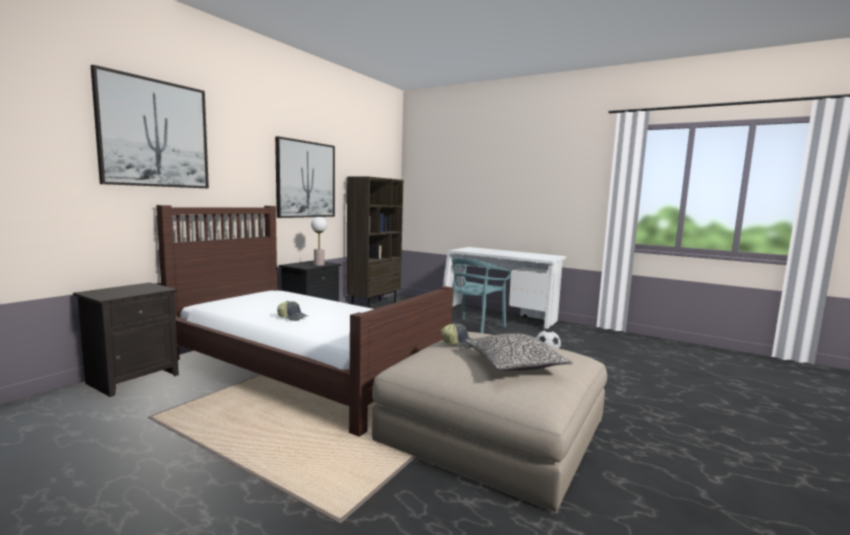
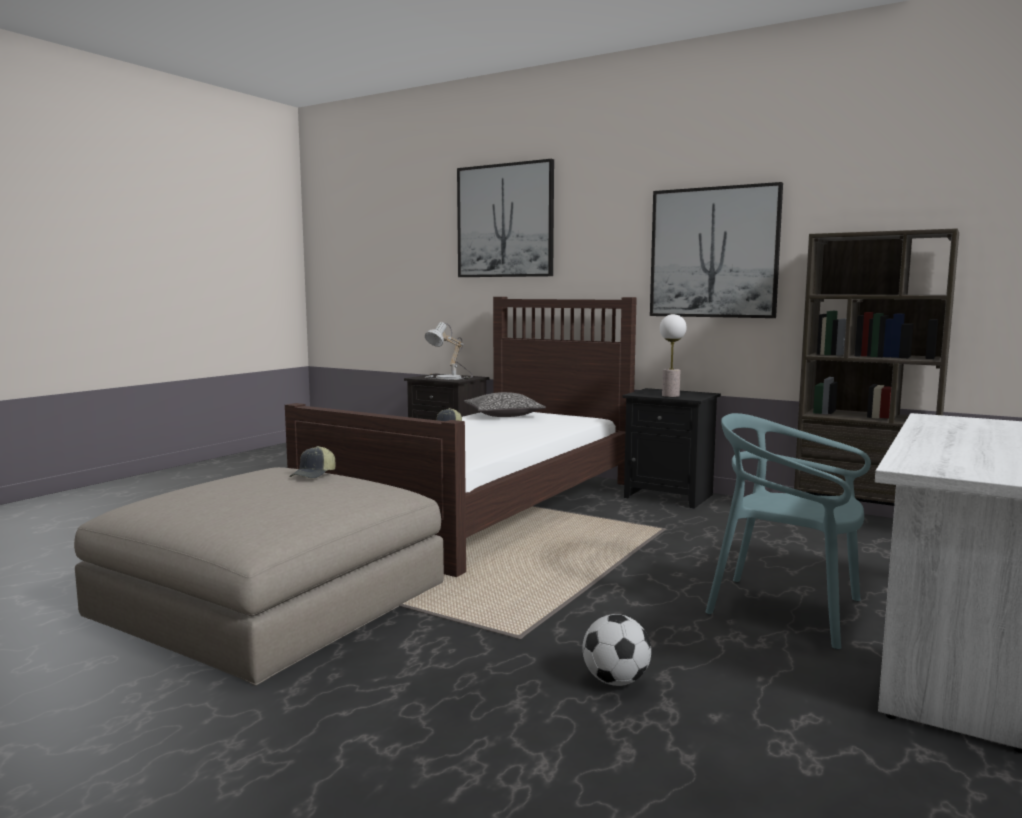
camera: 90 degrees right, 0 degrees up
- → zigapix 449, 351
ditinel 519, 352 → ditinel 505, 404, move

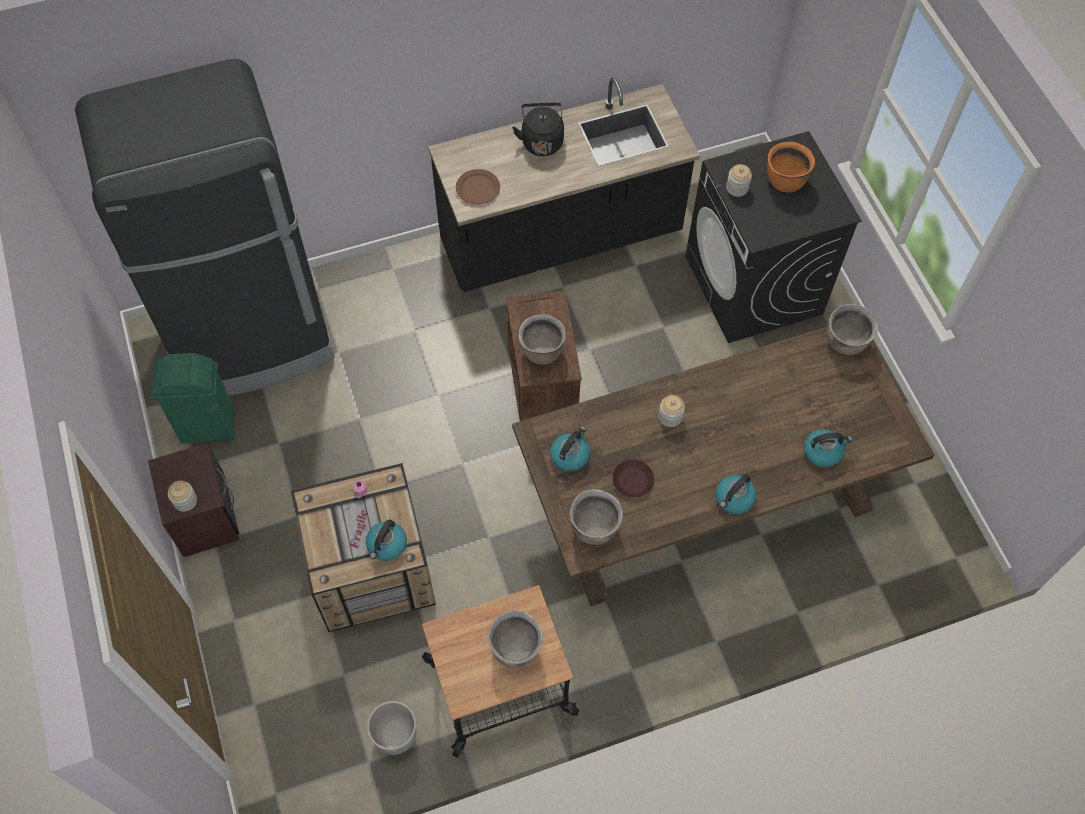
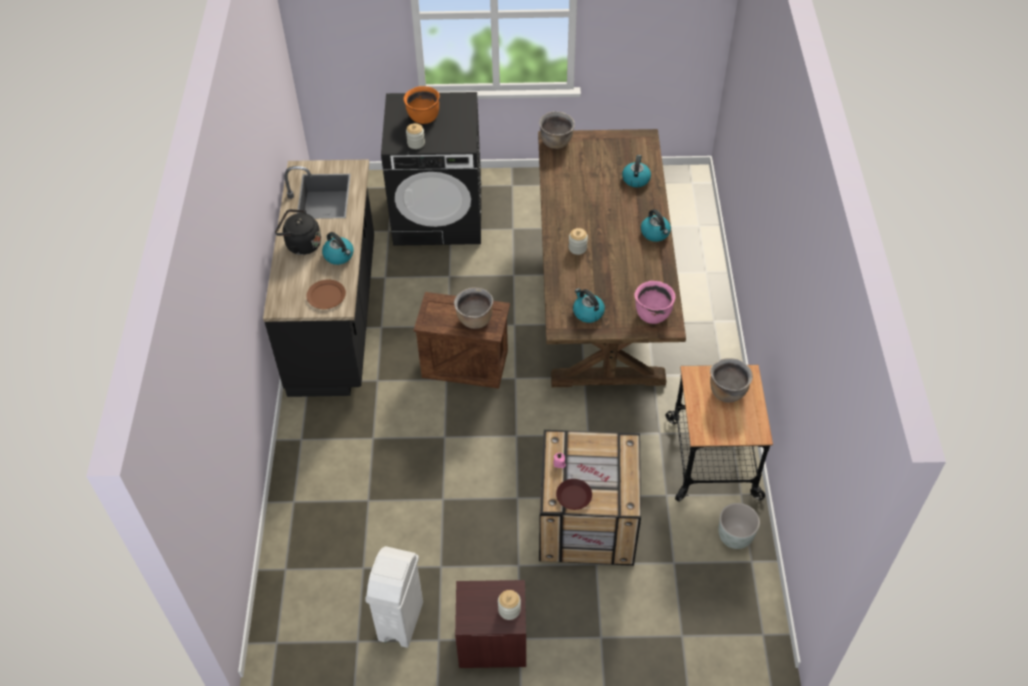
camera: 70 degrees left, 10 degrees down
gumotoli 386, 540 → gumotoli 338, 248, move
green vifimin 194, 398 → white vifimin 394, 597
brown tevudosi 633, 478 → brown tevudosi 574, 494, move
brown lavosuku 596, 517 → pink lavosuku 654, 302
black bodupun 205, 227 → -

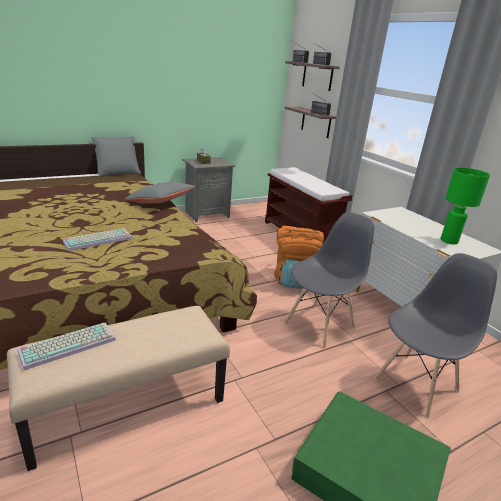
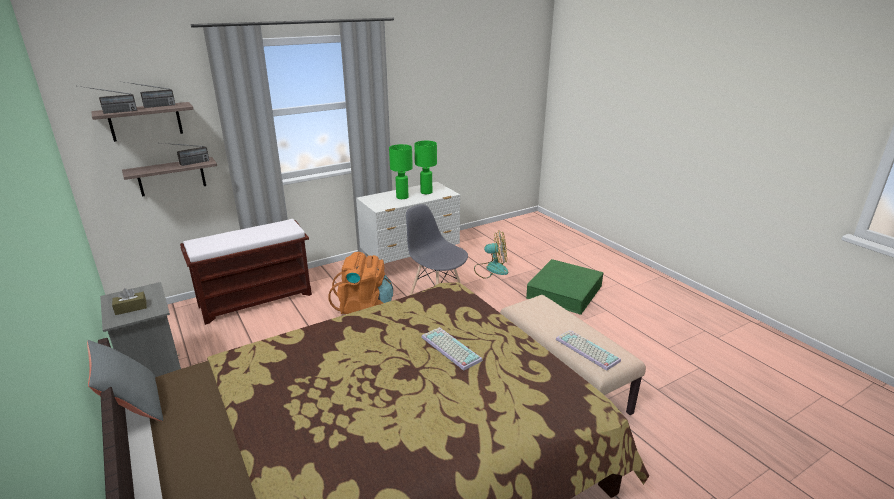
camera: 90 degrees left, 0 degrees up
- → green zigapix 401, 171
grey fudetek 435, 335 → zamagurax 491, 254
grey ditinel 160, 193 → -

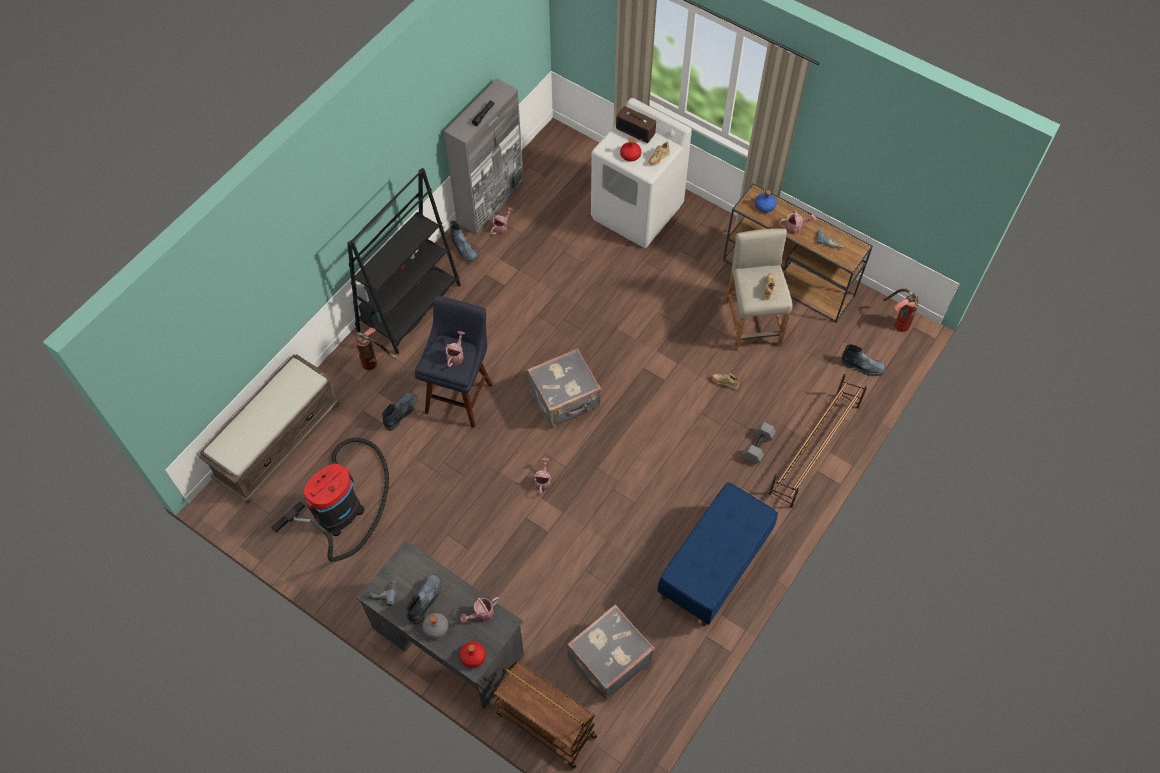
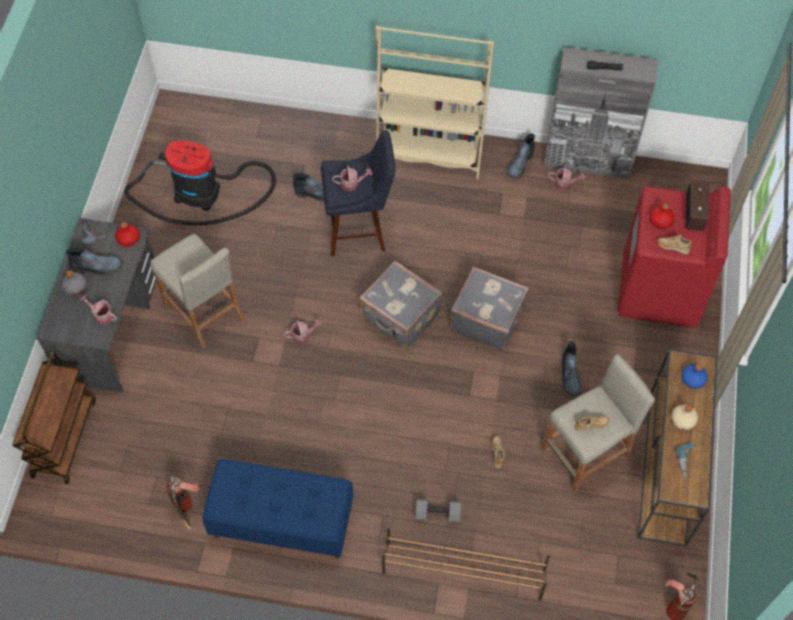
camera: 65 degrees right, 0 degrees up
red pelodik 473, 654 → red pelodik 127, 234, move
- → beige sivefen 197, 291
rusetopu 375, 349 → rusetopu 182, 502, move
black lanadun 404, 261 → beige lanadun 434, 102
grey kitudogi 610, 652 → grey kitudogi 489, 308, move
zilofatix 863, 360 → zilofatix 571, 368, move
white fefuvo 641, 173 → red fefuvo 674, 257
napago 797, 222 → beige pelodik 684, 417
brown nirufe 269, 428 → -

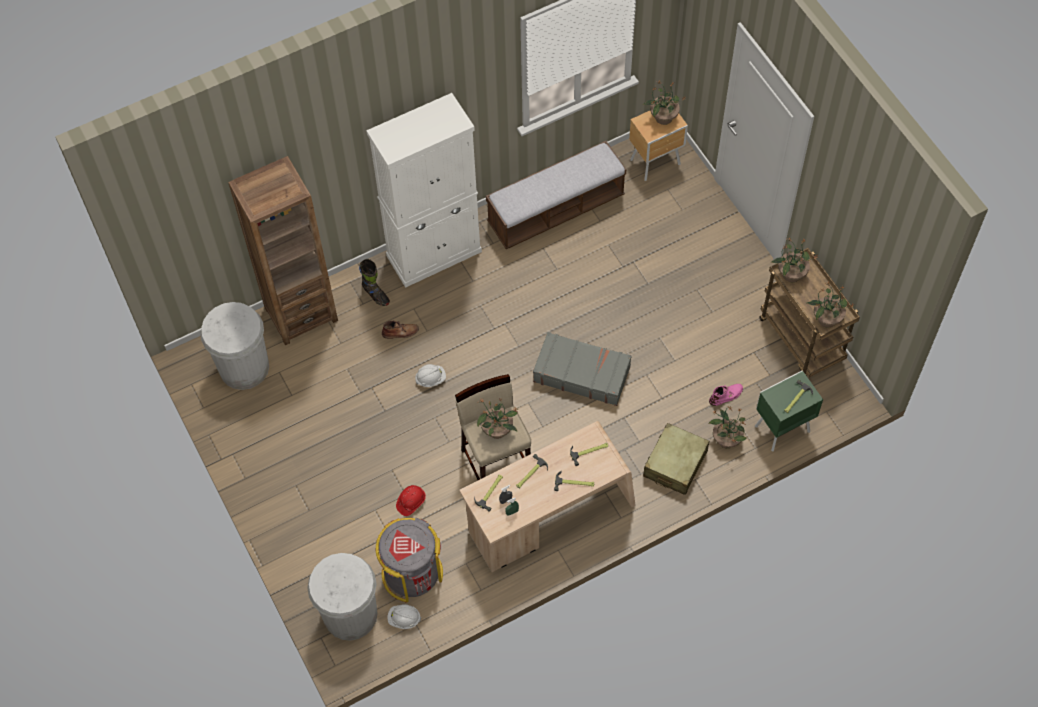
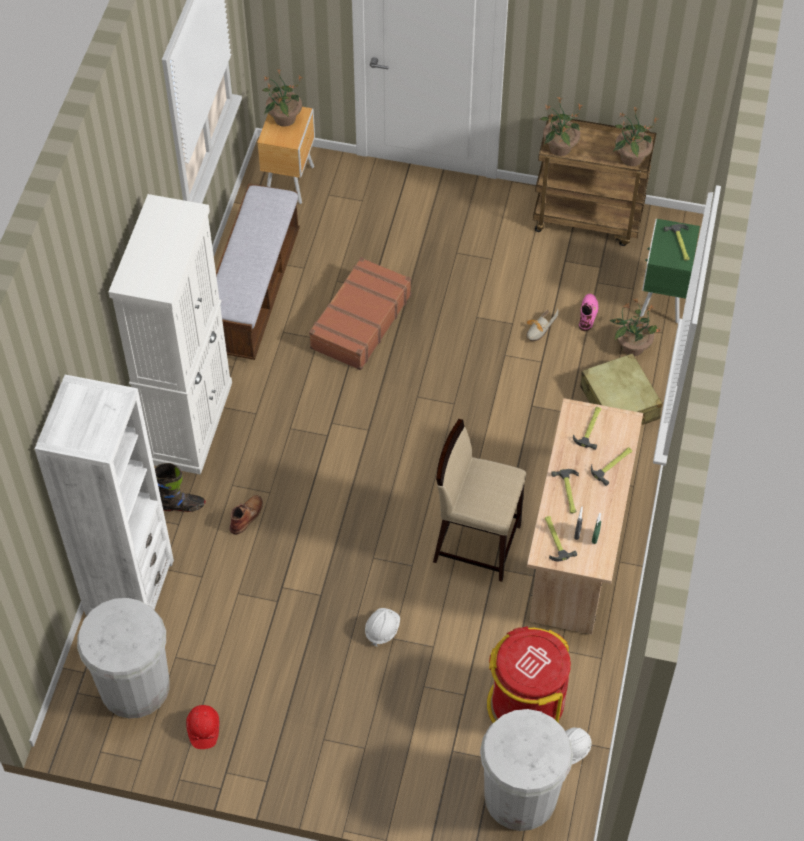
camera: 50 degrees left, 5 degrees down
brown lanadun 283, 250 → white lanadun 104, 495
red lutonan 411, 500 → red lutonan 202, 727, move
- → brown kitudogi 360, 313
white lutonan 430, 375 → white lutonan 382, 627, move
grey vifimin 409, 560 → red vifimin 529, 674
- → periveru 542, 325
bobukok 498, 418 → -
grey kitudogi 582, 369 → -

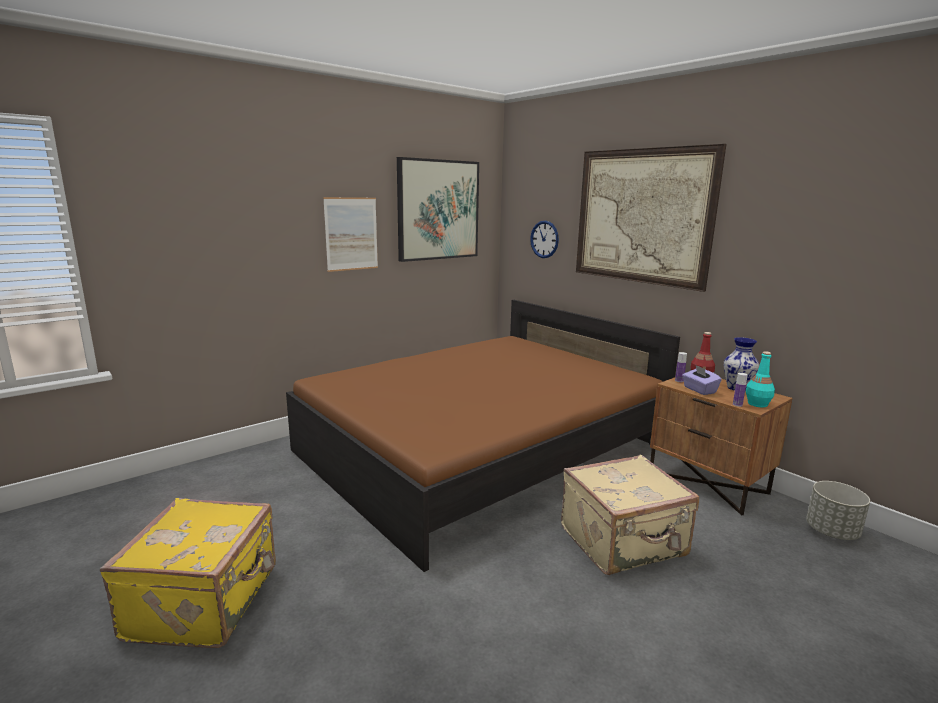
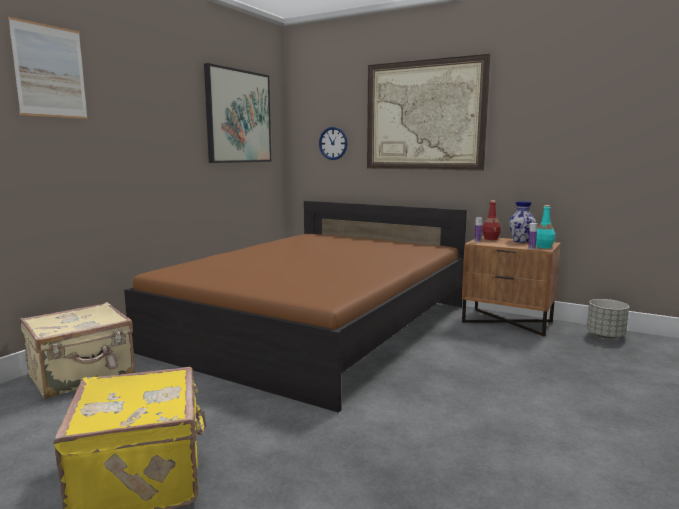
camera: 20 degrees left, 5 degrees down
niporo 350, 234 → niporo 48, 68, move
beige kitudogi 630, 514 → beige kitudogi 77, 350, move
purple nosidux 702, 380 → -

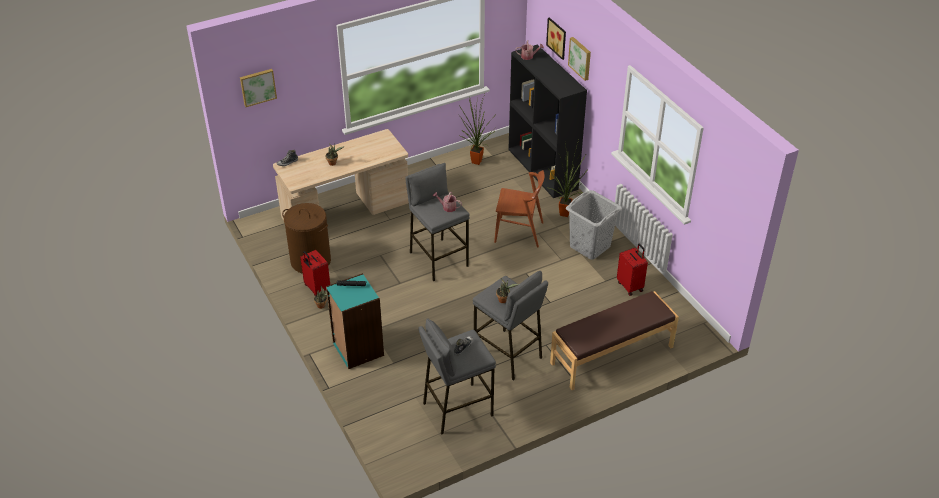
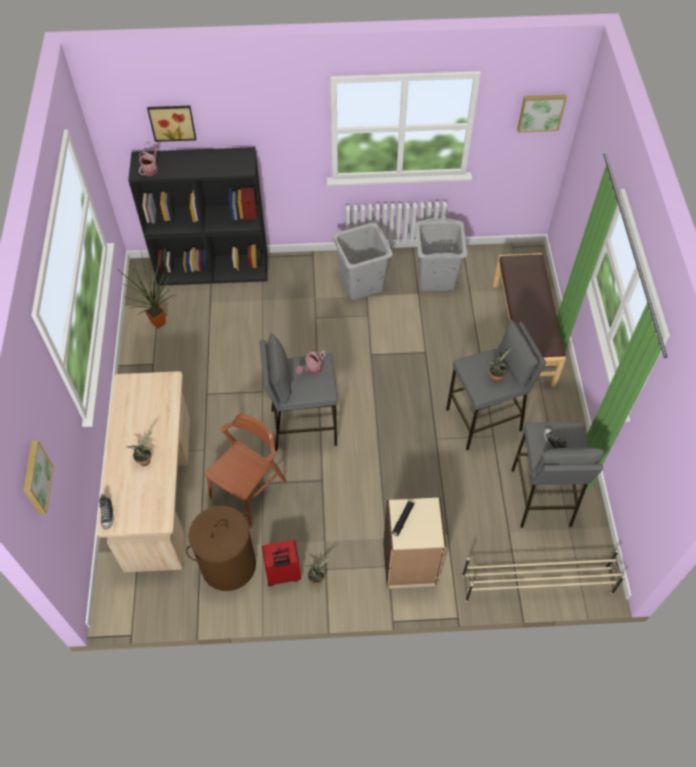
camera: 65 degrees left, 15 degrees up
brown fudetek 519, 208 → brown fudetek 245, 470, move
turquoise lanadun 355, 321 → beige lanadun 415, 543
red kitudogi 632, 270 → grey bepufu 442, 254
- → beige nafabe 543, 576
niporo 579, 59 → niporo 542, 113, move
bobukok 568, 178 → -

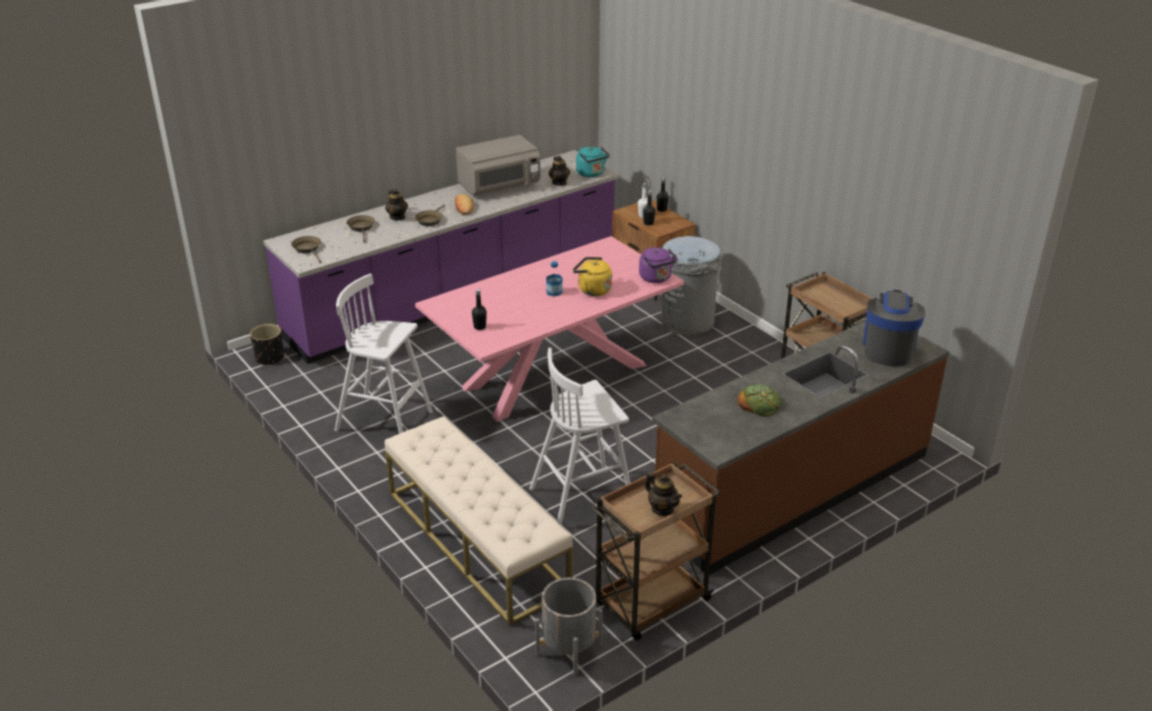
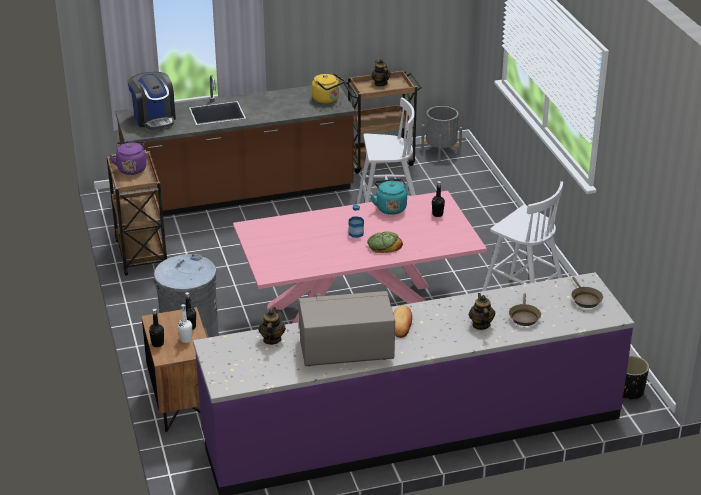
camera: 160 degrees left, 0 degrees up
purple gumotoli 658, 265 → purple gumotoli 128, 158, move
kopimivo 894, 328 → kopimivo 151, 101, 60 degrees counterclockwise
yellow gumotoli 592, 276 → yellow gumotoli 328, 88, move
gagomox 760, 400 → gagomox 385, 242, move
turquoise gumotoli 593, 162 → turquoise gumotoli 388, 197, move
beige nirufe 479, 520 → -
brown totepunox 430, 215 → -

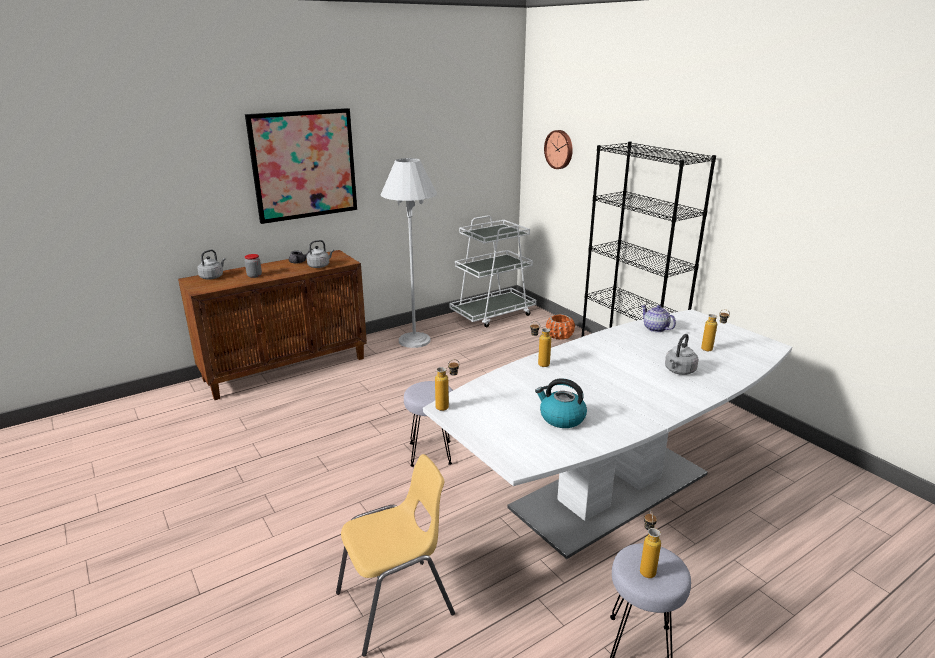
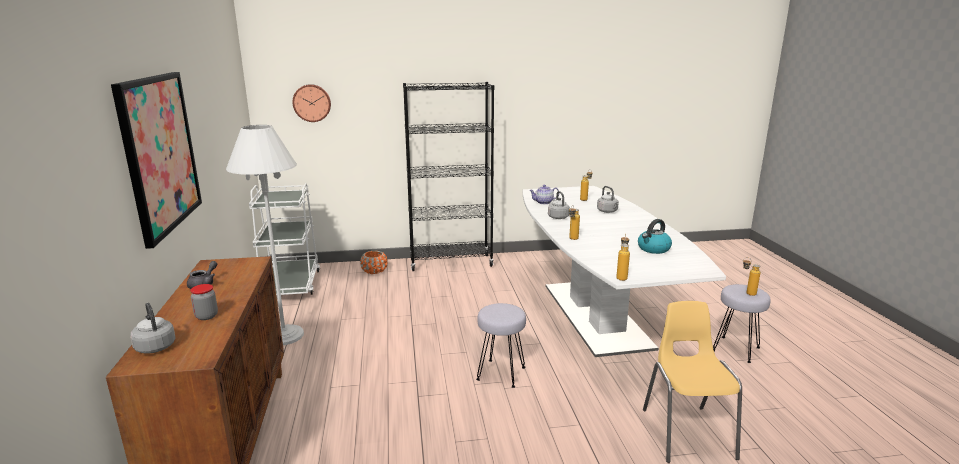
camera: 65 degrees left, 5 degrees down
grey gumotoli 320, 254 → grey gumotoli 559, 205, move

